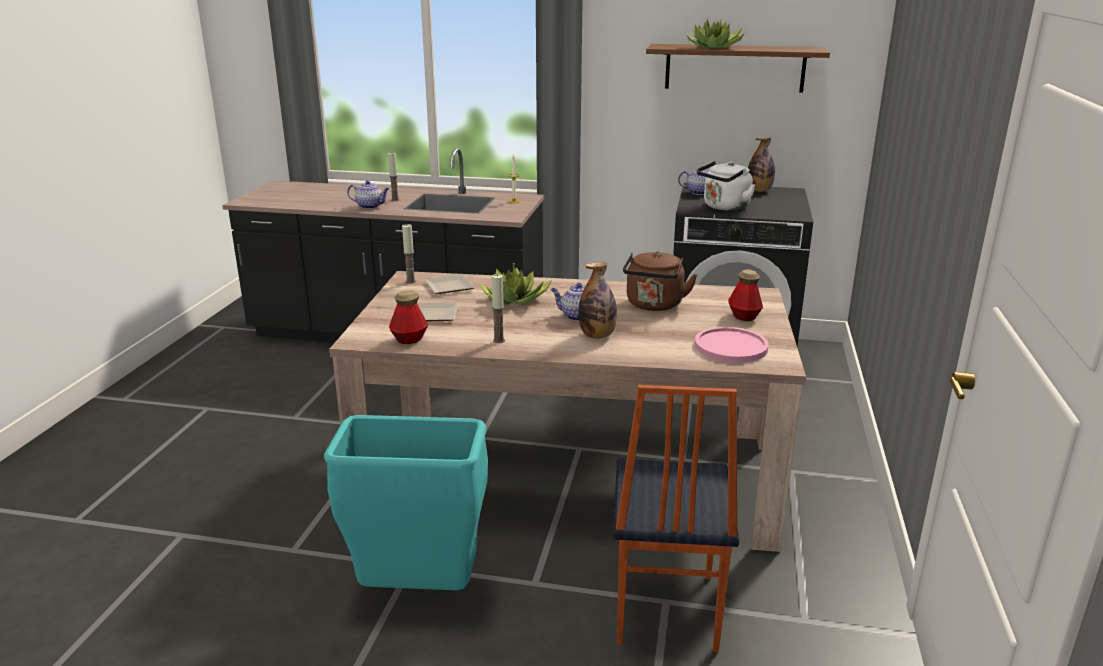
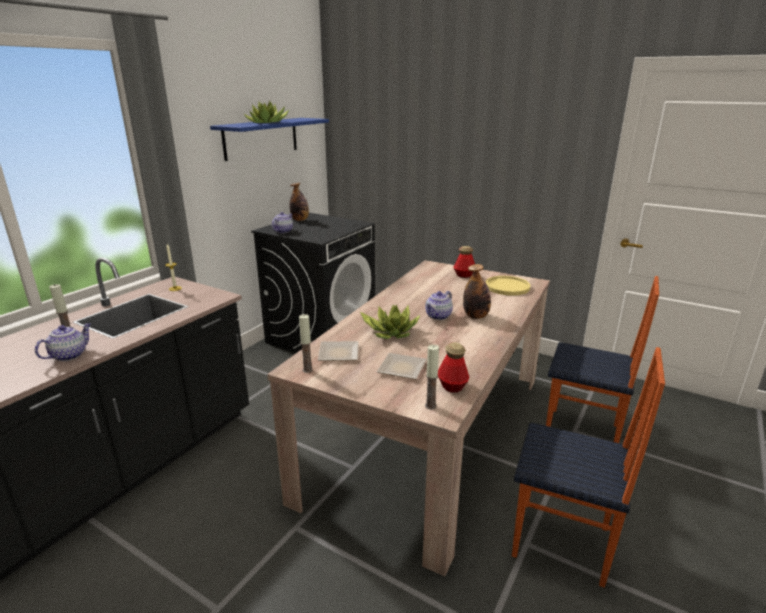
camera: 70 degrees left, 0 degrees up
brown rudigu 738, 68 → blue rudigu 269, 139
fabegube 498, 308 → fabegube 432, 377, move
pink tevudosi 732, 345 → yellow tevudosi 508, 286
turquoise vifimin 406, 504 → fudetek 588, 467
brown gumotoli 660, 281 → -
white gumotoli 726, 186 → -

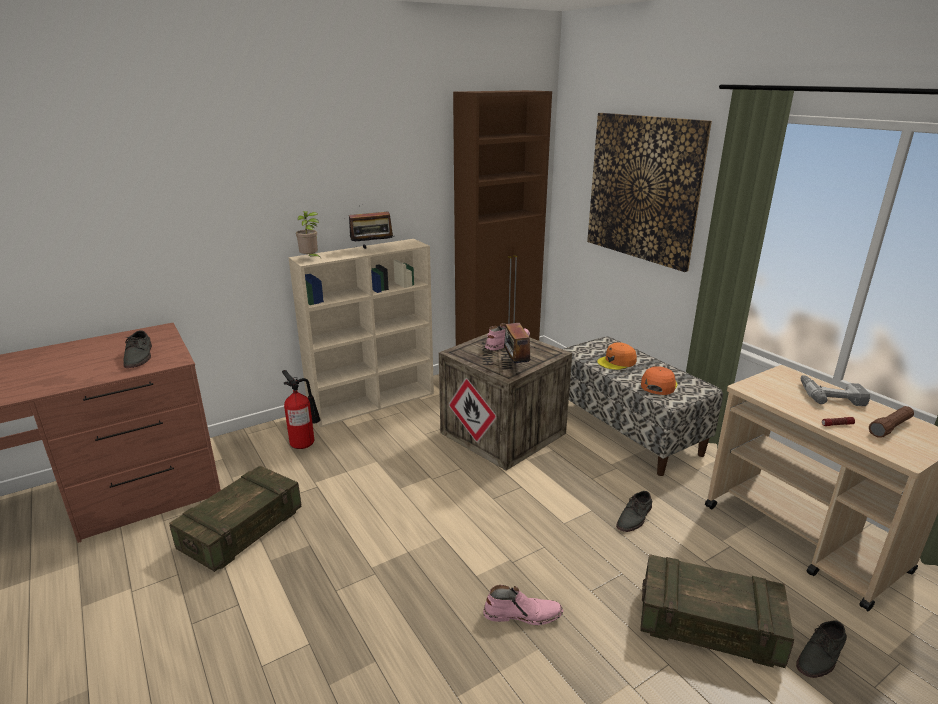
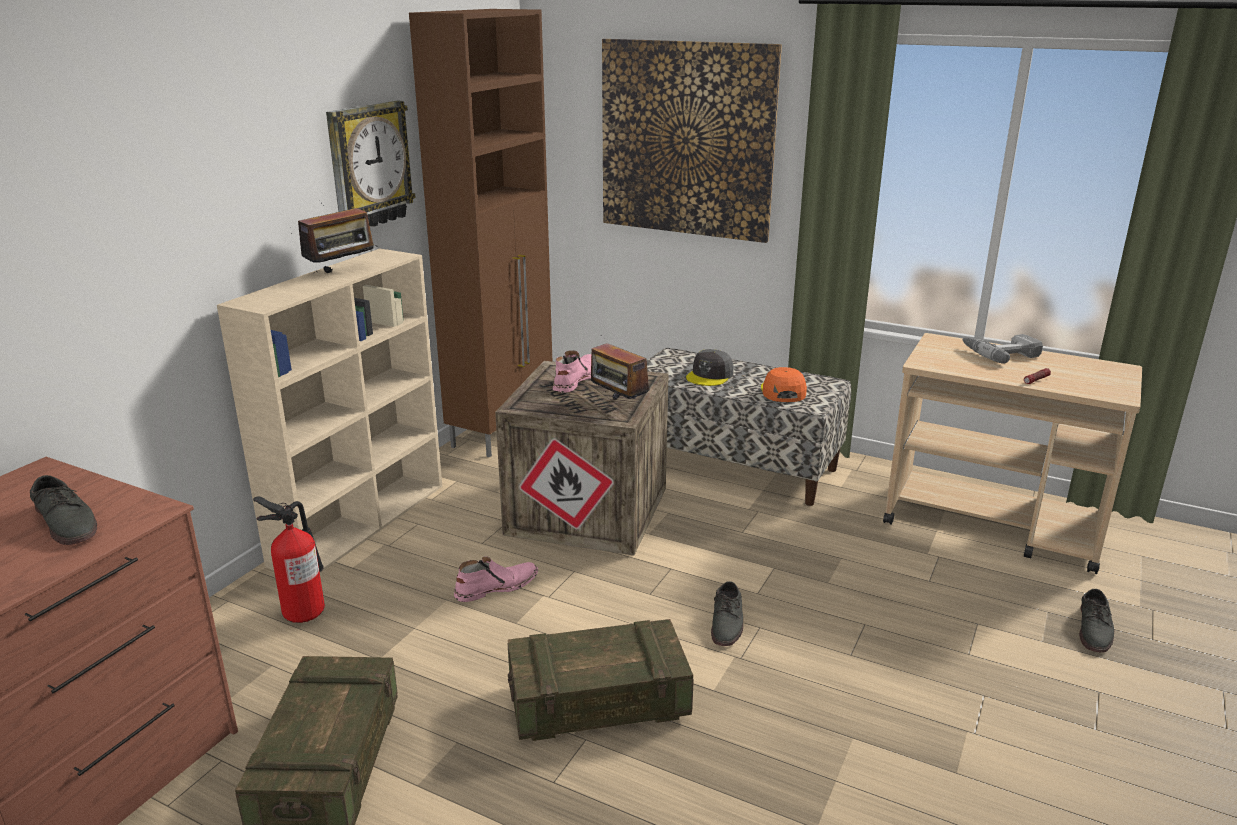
camera: 30 degrees left, 0 degrees up
- → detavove 371, 164
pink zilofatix 523, 605 → pink zilofatix 496, 579, move
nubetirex 717, 611 → nubetirex 600, 680, move
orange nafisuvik 617, 356 → grey nafisuvik 710, 367
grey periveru 634, 511 → grey periveru 727, 613, move
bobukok 308, 234 → -
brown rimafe 891, 422 → -

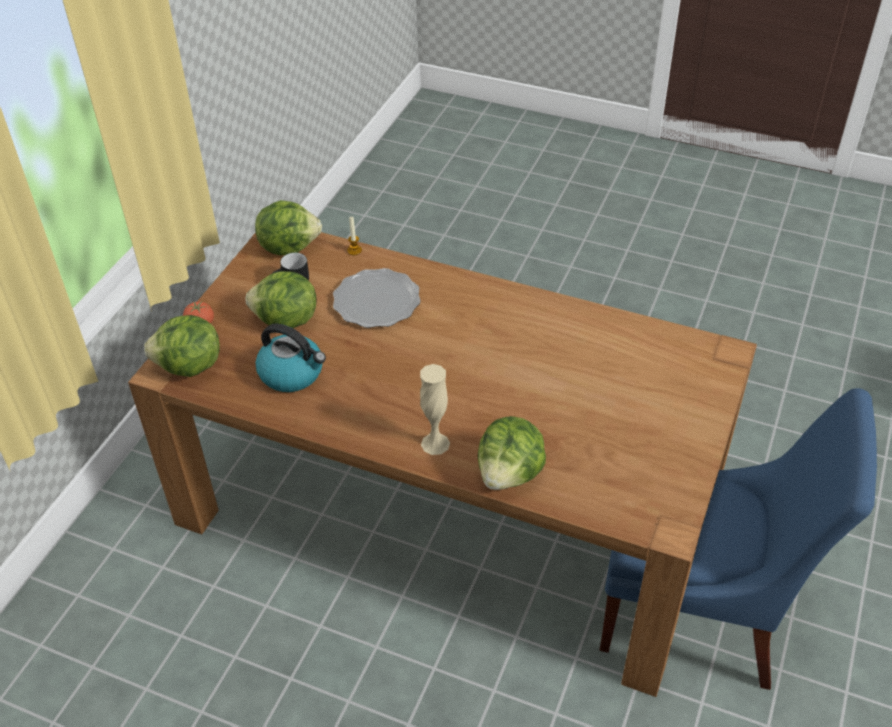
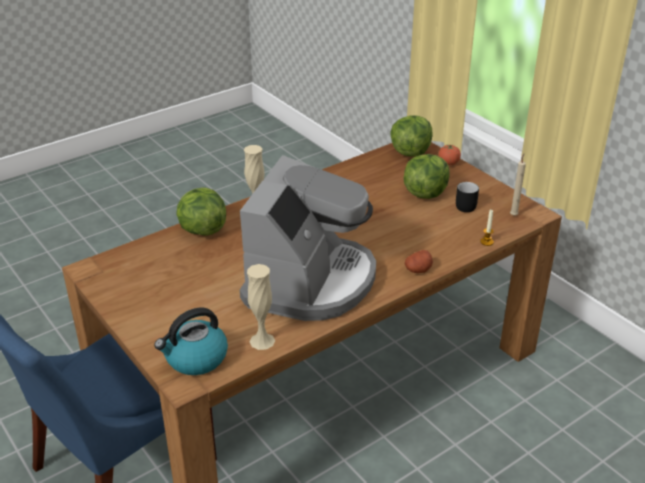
camera: 120 degrees right, 10 degrees down
gumotoli 291, 358 → gumotoli 191, 341, move
- → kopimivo 308, 238
- → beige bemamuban 261, 307
- → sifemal 419, 261
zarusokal 288, 227 → beige fabegube 518, 185
tevudosi 377, 298 → -

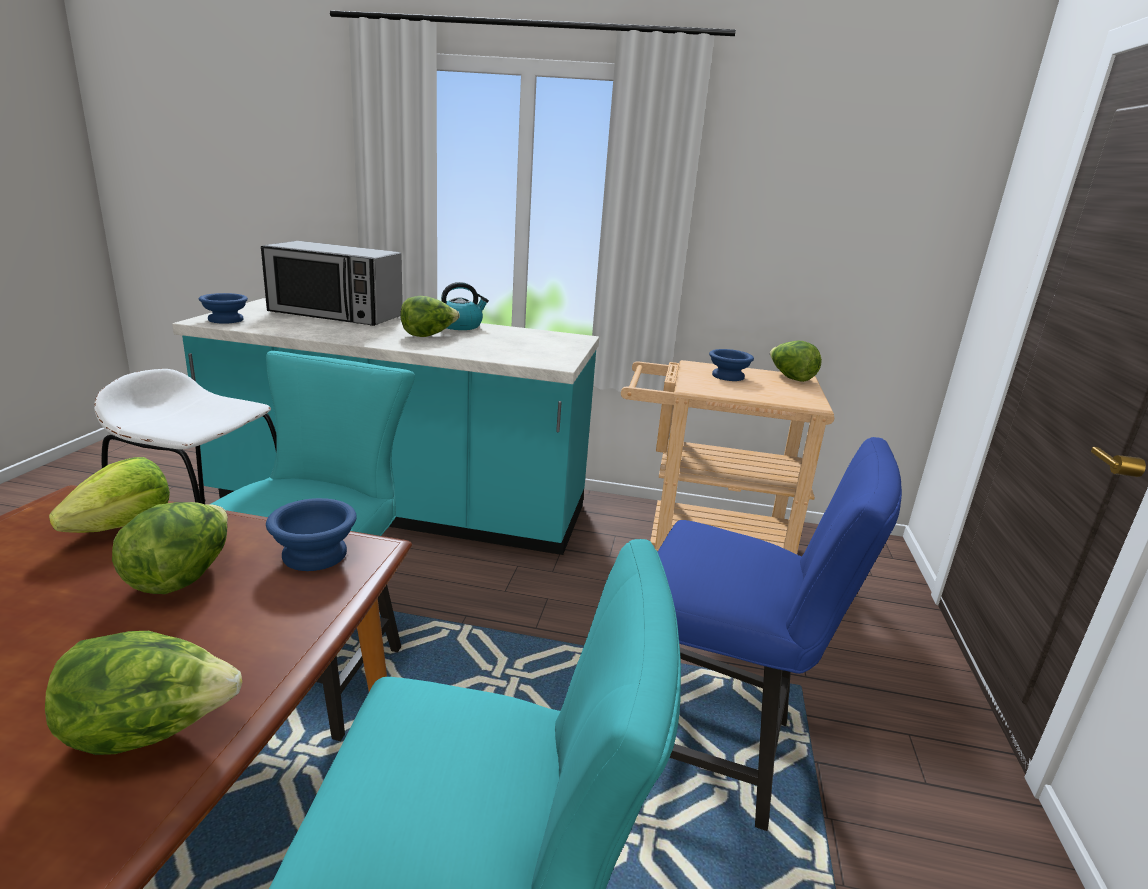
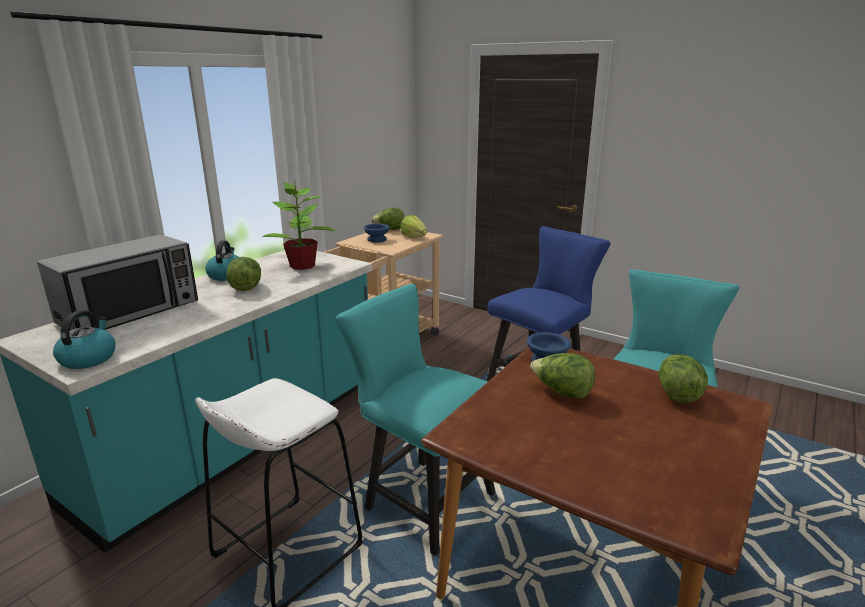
camera: 65 degrees left, 0 degrees up
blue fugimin 223, 308 → gumotoli 84, 339
- → bobukok 299, 226
zarusokal 109, 495 → zarusokal 413, 226, move

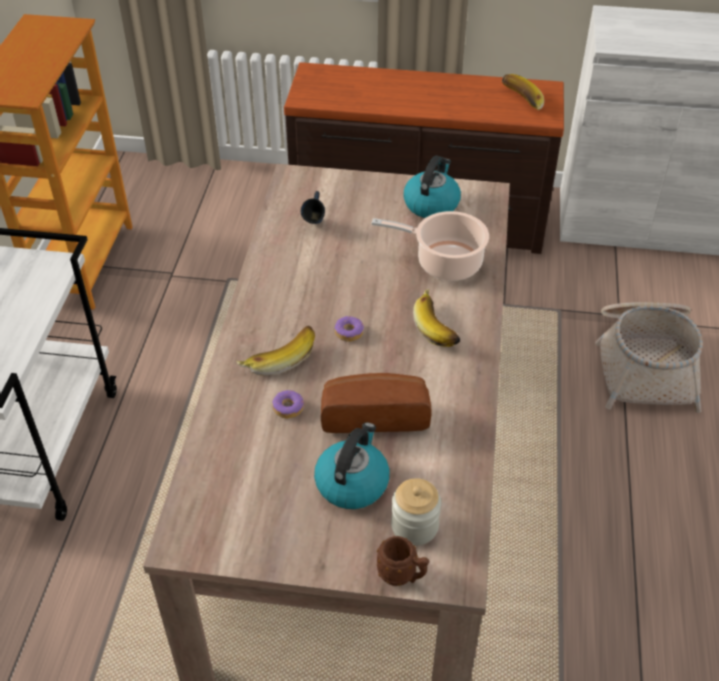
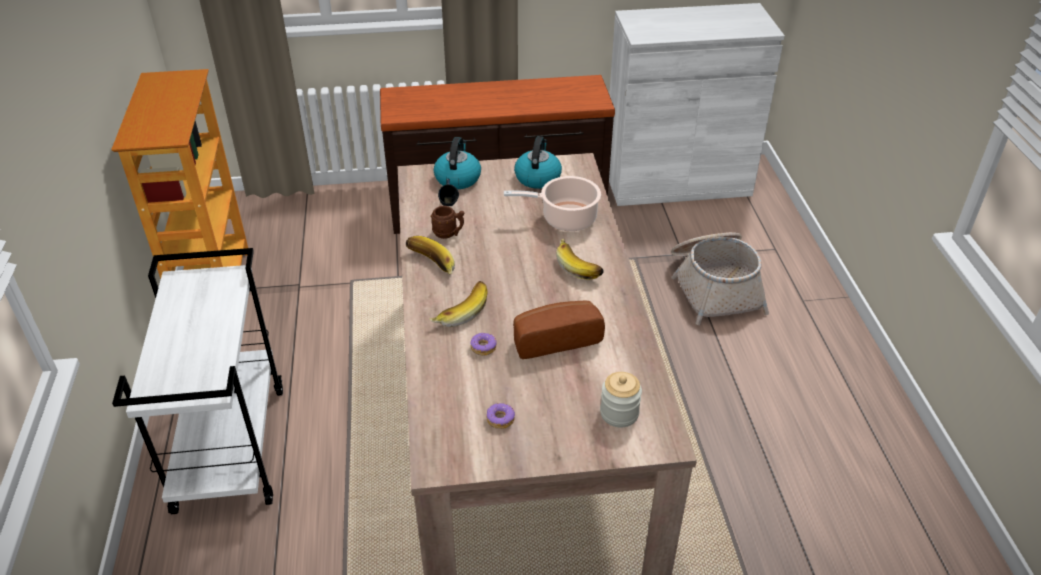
camera: 15 degrees left, 5 degrees down
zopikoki 523, 92 → zopikoki 430, 255, move
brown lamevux 403, 561 → brown lamevux 447, 222, move
gumotoli 352, 465 → gumotoli 457, 163, move
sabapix 349, 329 → sabapix 501, 416, move

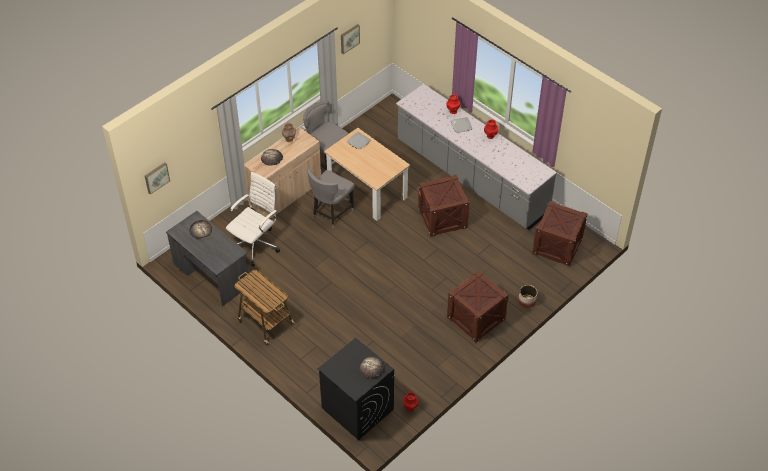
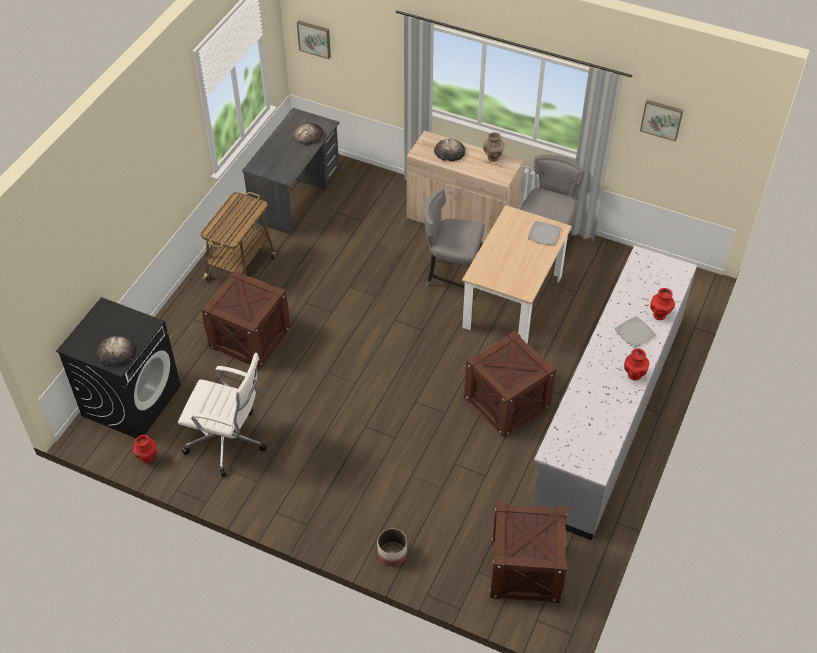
camera: 70 degrees right, 0 degrees up
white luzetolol 253, 219 → white luzetolol 222, 415, move
nubetirex 478, 306 → nubetirex 245, 319, move

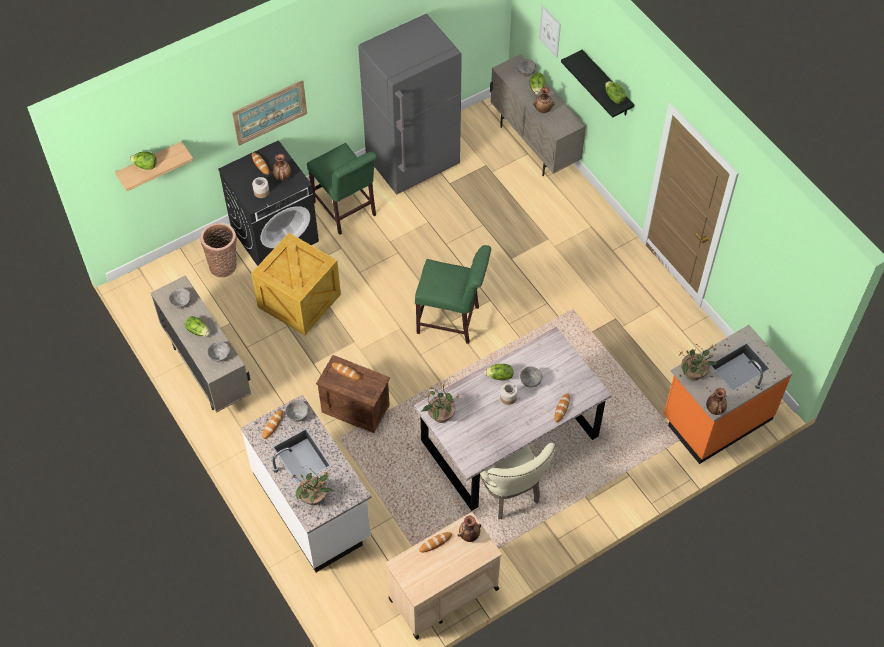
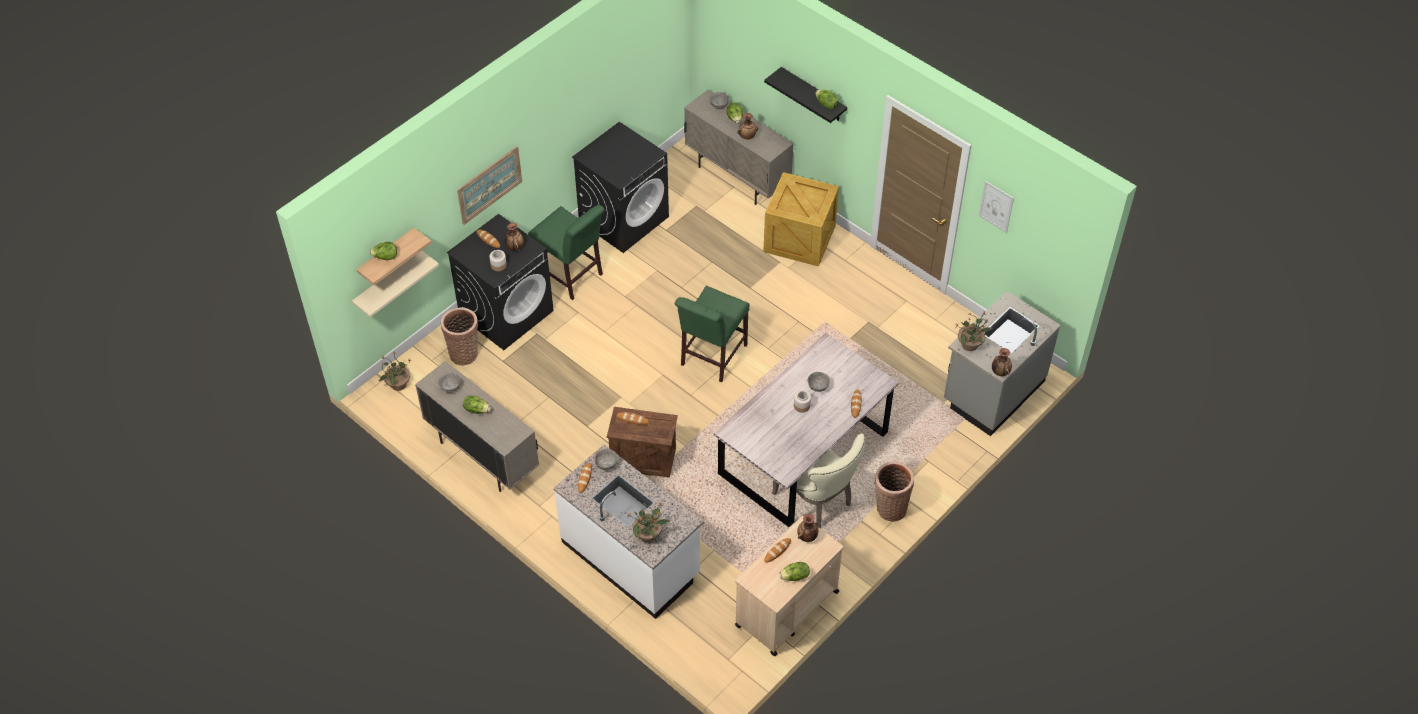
camera: 15 degrees left, 5 degrees down
- → beige rudigu 395, 284
bobukok 440, 403 → bobukok 394, 371, move
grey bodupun 410, 104 → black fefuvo 620, 187
green fudetek 453, 294 → green fudetek 712, 334, 120 degrees clockwise
nubetirex 296, 284 → nubetirex 801, 219, move
zarusokal 498, 372 → zarusokal 794, 571, move
- → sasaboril 894, 491
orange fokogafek 728, 394 → grey fokogafek 1002, 363
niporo 550, 31 → niporo 996, 207, move
grey fugimin 218, 352 → -

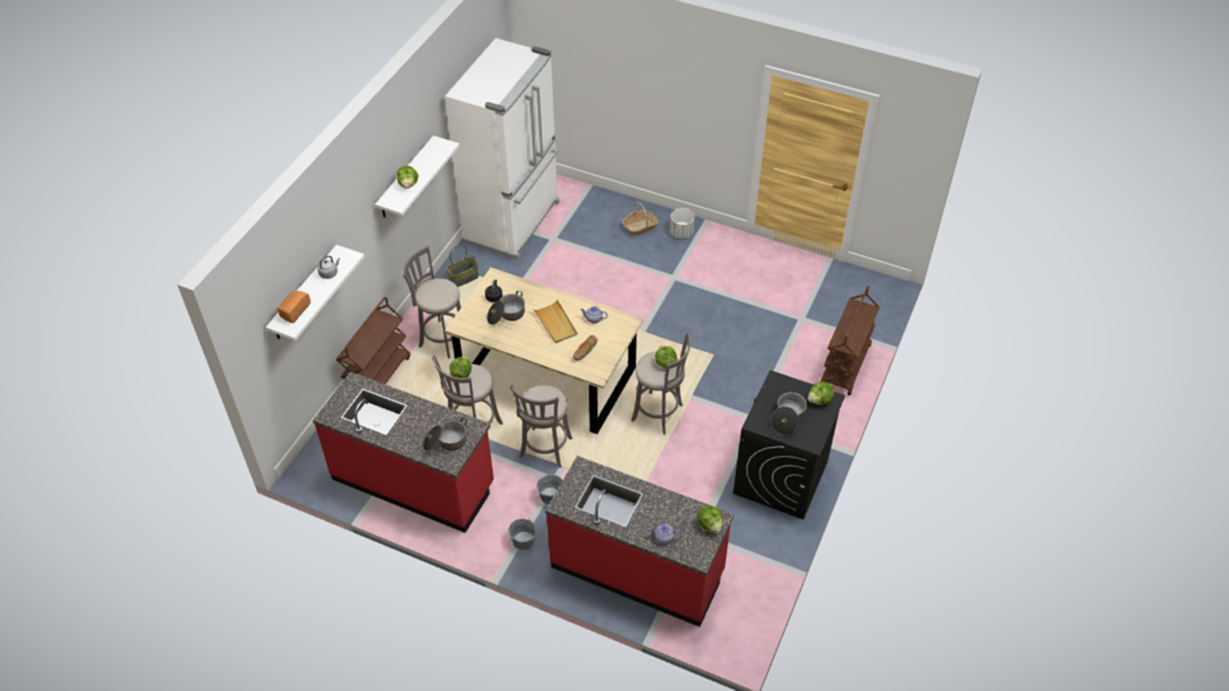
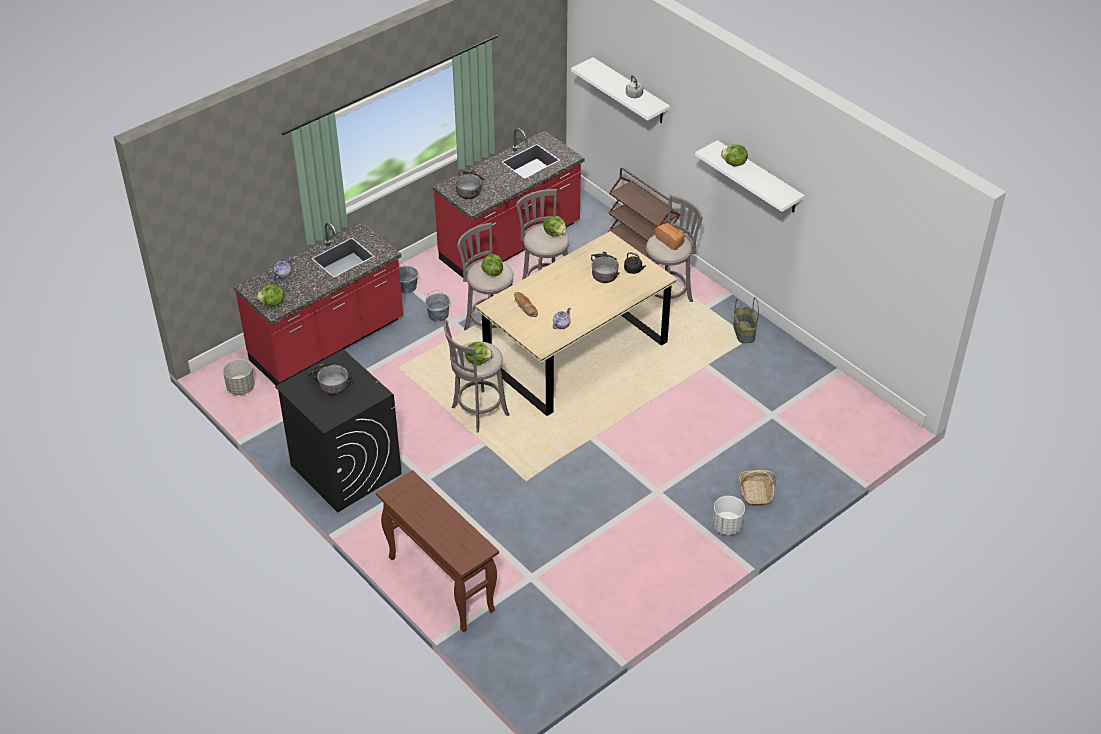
camera: 115 degrees right, 5 degrees down
- → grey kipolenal 239, 377
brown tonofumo 850, 341 → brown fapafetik 437, 551
zarusokal 821, 393 → zarusokal 492, 265, move
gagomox 294, 306 → gagomox 670, 236, move
white bodupun 502, 149 → -
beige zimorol 555, 322 → -

